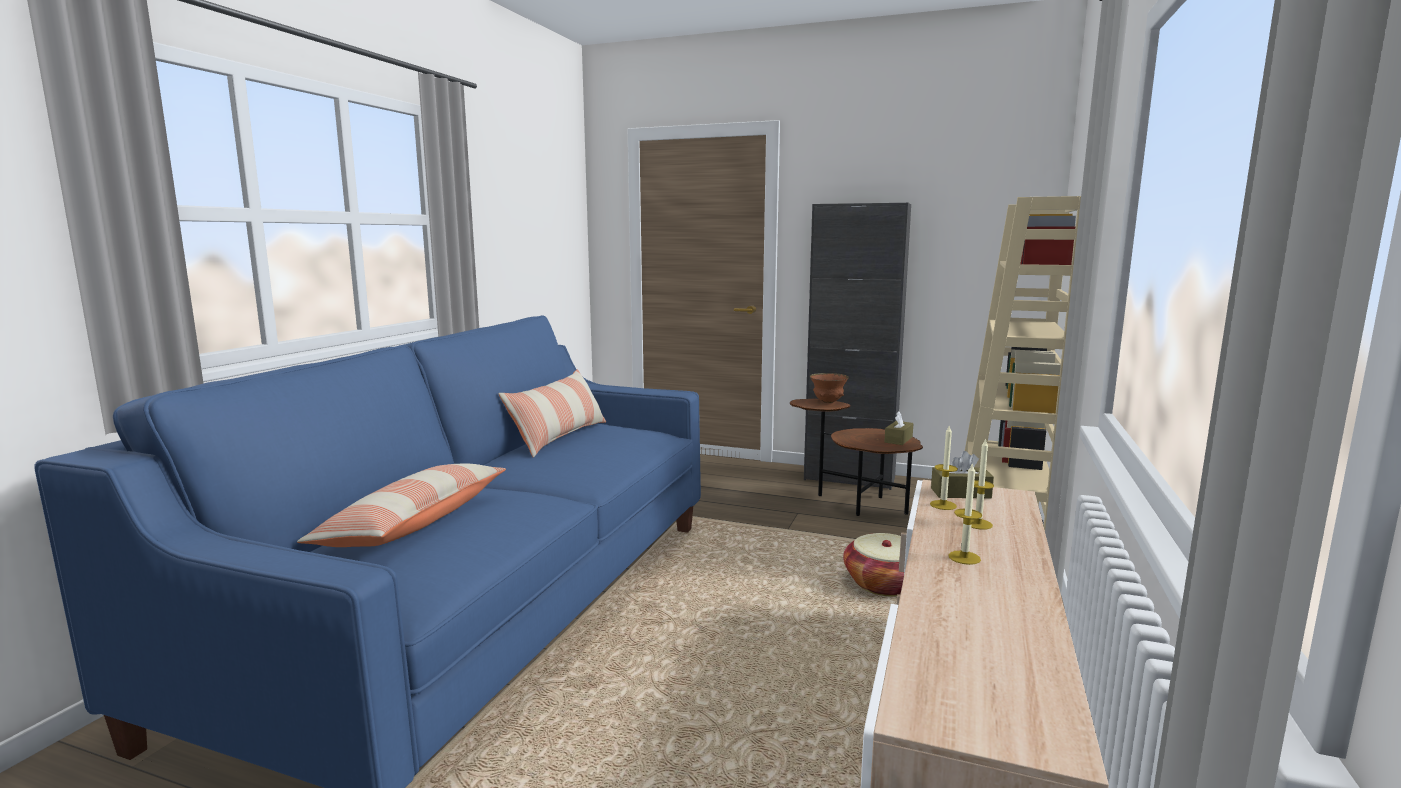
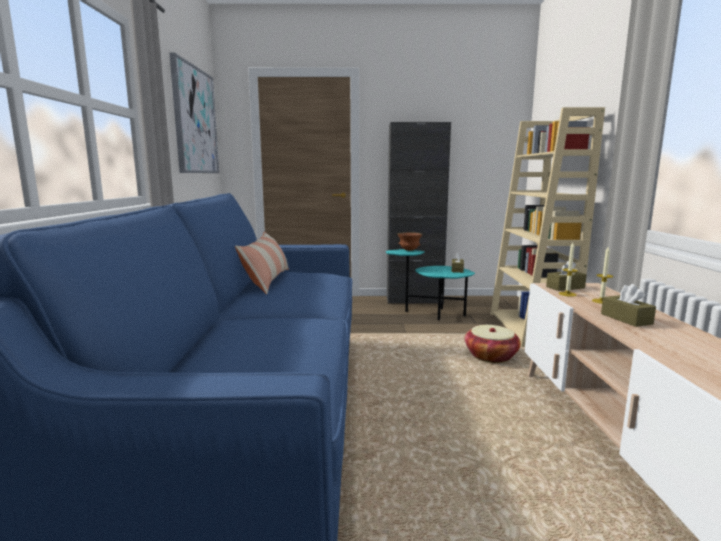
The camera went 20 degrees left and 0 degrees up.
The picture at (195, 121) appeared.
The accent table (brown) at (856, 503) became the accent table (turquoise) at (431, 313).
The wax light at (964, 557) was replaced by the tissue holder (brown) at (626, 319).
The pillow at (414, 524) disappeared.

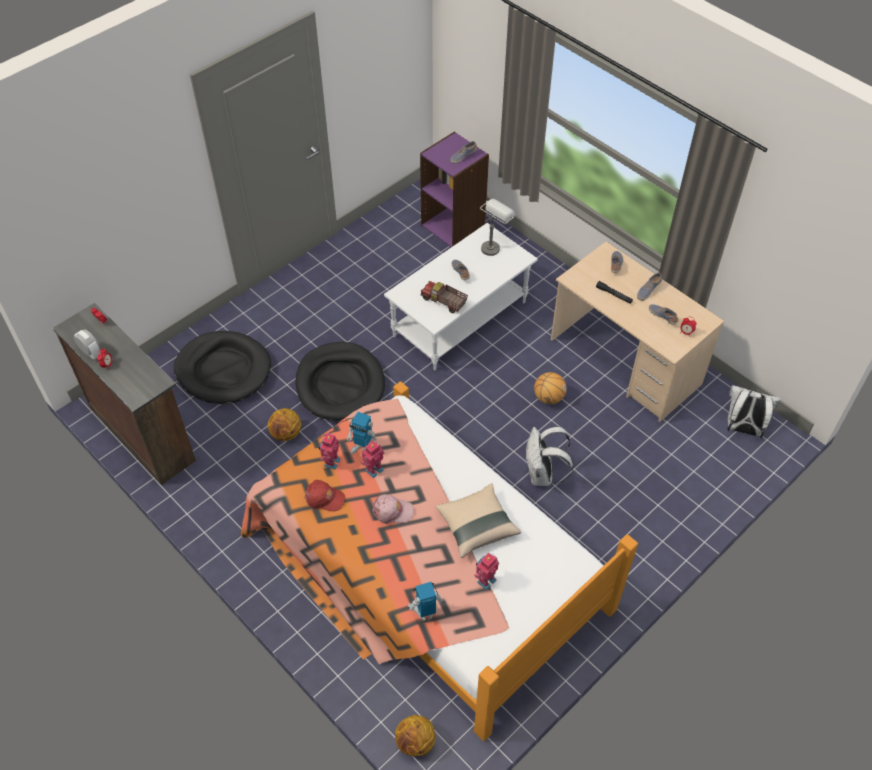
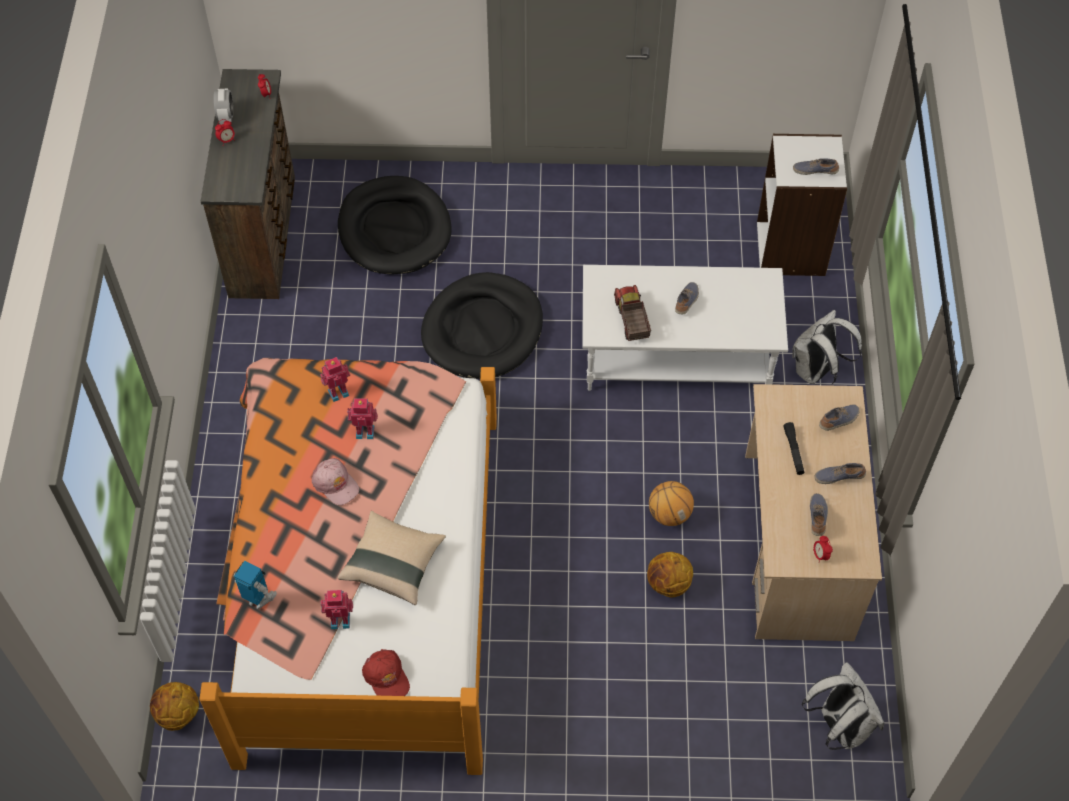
The camera went 45 degrees right and 5 degrees up.
The baseball cap (red-coloured) moved from (324, 498) to (386, 677).
The basketball ball moved from (286, 434) to (668, 584).
The shelving unit (purple-coloured) at (453, 225) became the shelving unit (whitish) at (791, 248).
The knapsack (whitish) moved from (542, 475) to (816, 371).
The model robot at (362, 449) disappeared.
The lamp for a table (grey) at (494, 245) disappeared.

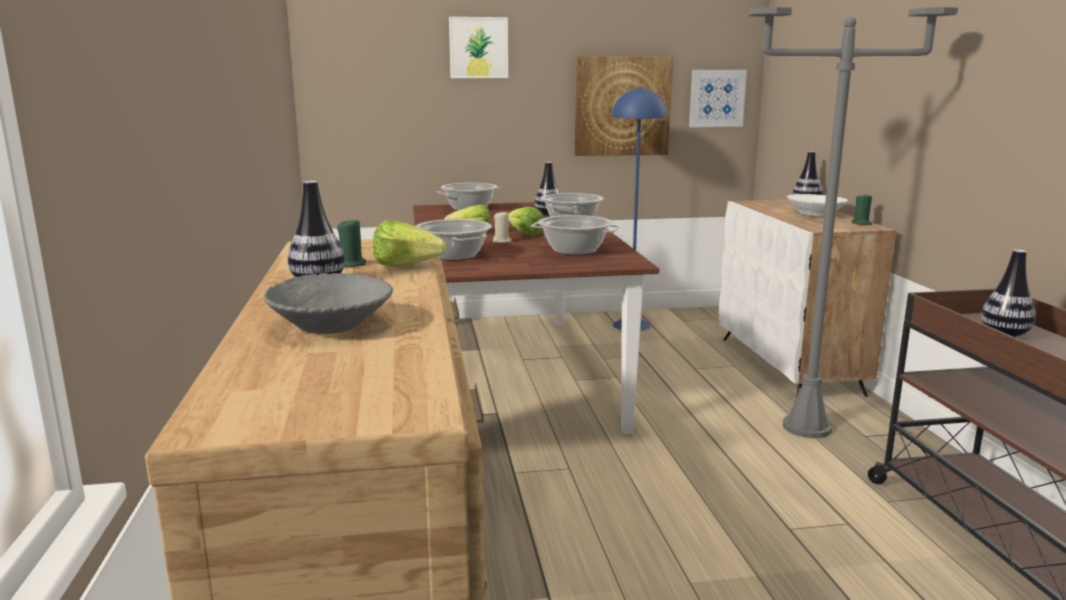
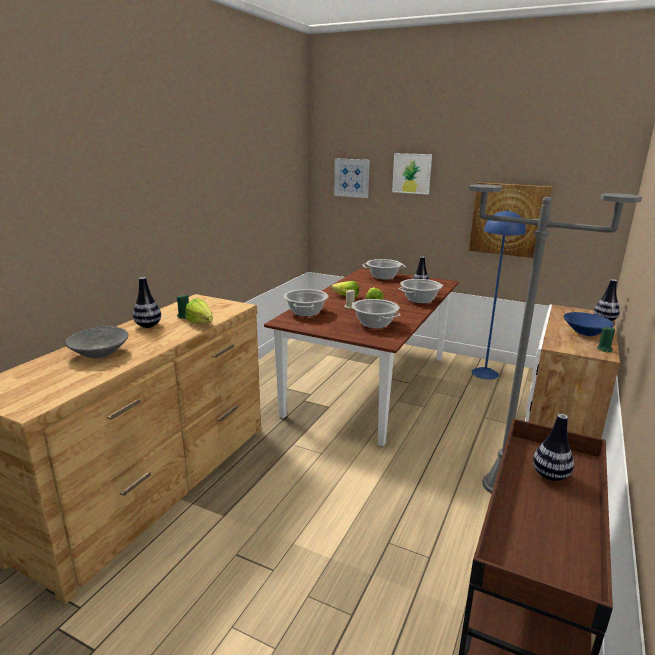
The camera went 35 degrees right and 5 degrees up.
The picture moved from (717, 98) to (352, 178).
The deep dish (whitish) at (815, 215) became the deep dish (blue) at (585, 332).

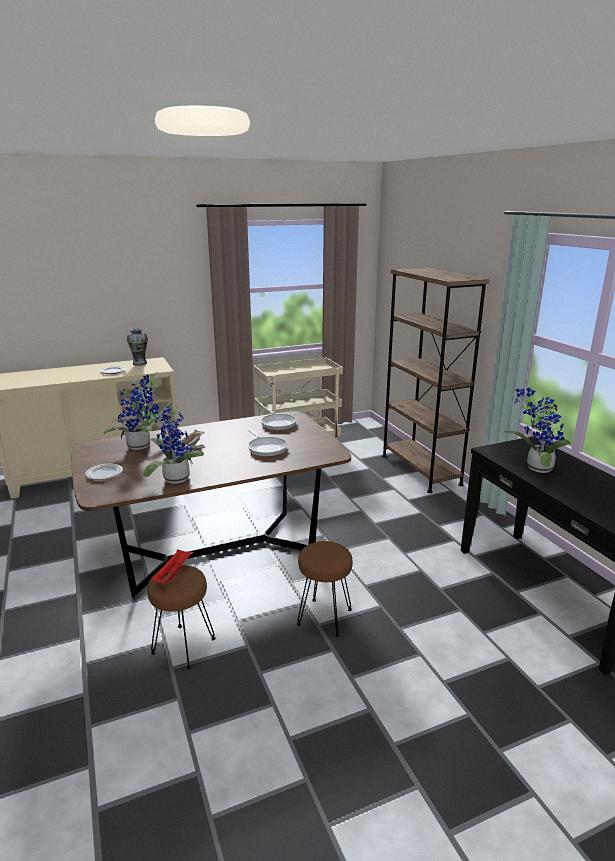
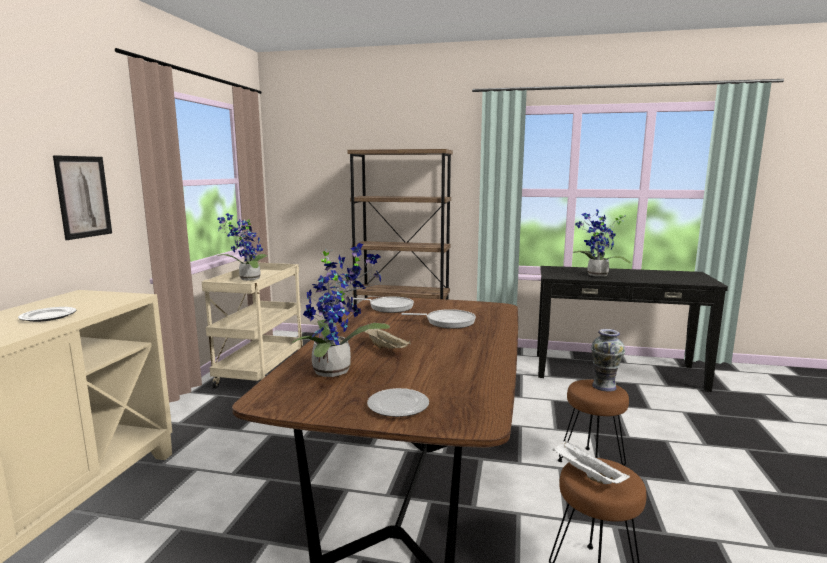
The camera went 55 degrees left and 10 degrees down.
The picture at (83, 197) appeared.
The plant in a pot moved from (173, 478) to (247, 279).
The carrying tray (red-coloured) at (173, 573) became the carrying tray (whitish) at (586, 474).
The decorative vase moved from (140, 363) to (603, 386).

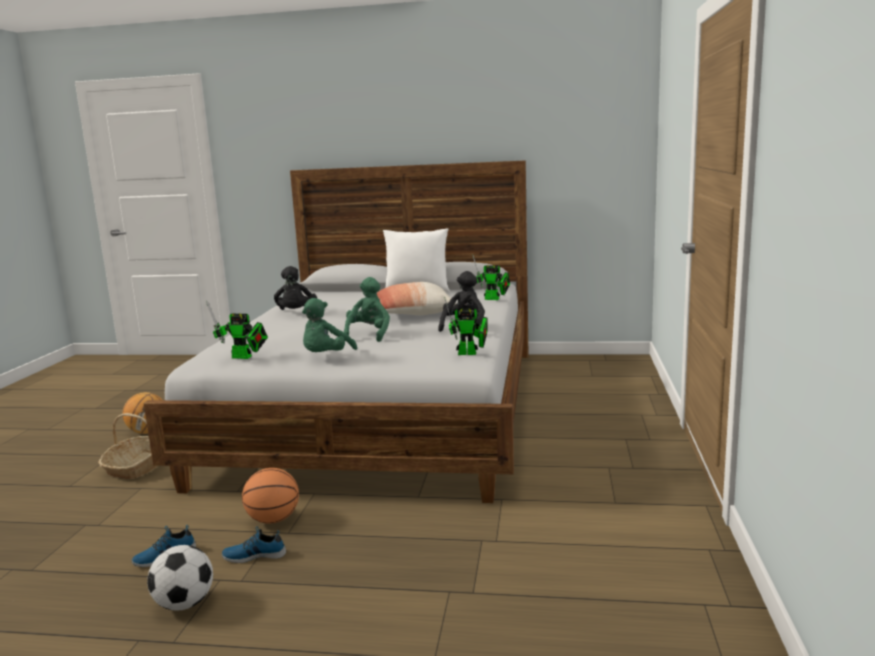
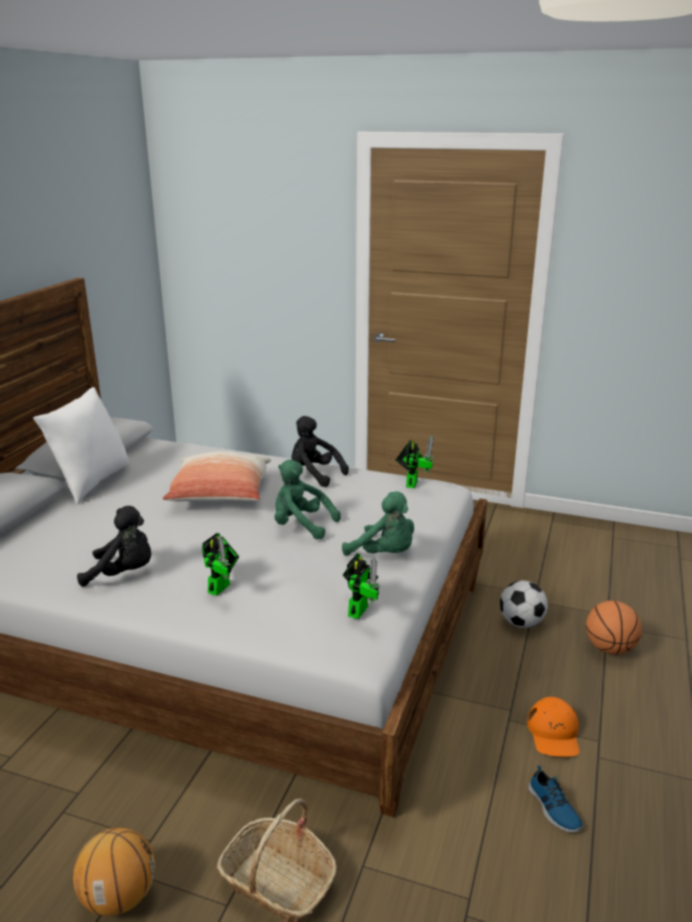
The camera went 80 degrees left and 10 degrees up.
The model robot moved from (494, 299) to (221, 586).
The ball for football moved from (184, 604) to (521, 623).
The low shoe at (254, 555) was replaced by the baseball cap (orangey) at (554, 733).
The basketball ball moved from (273, 520) to (609, 649).

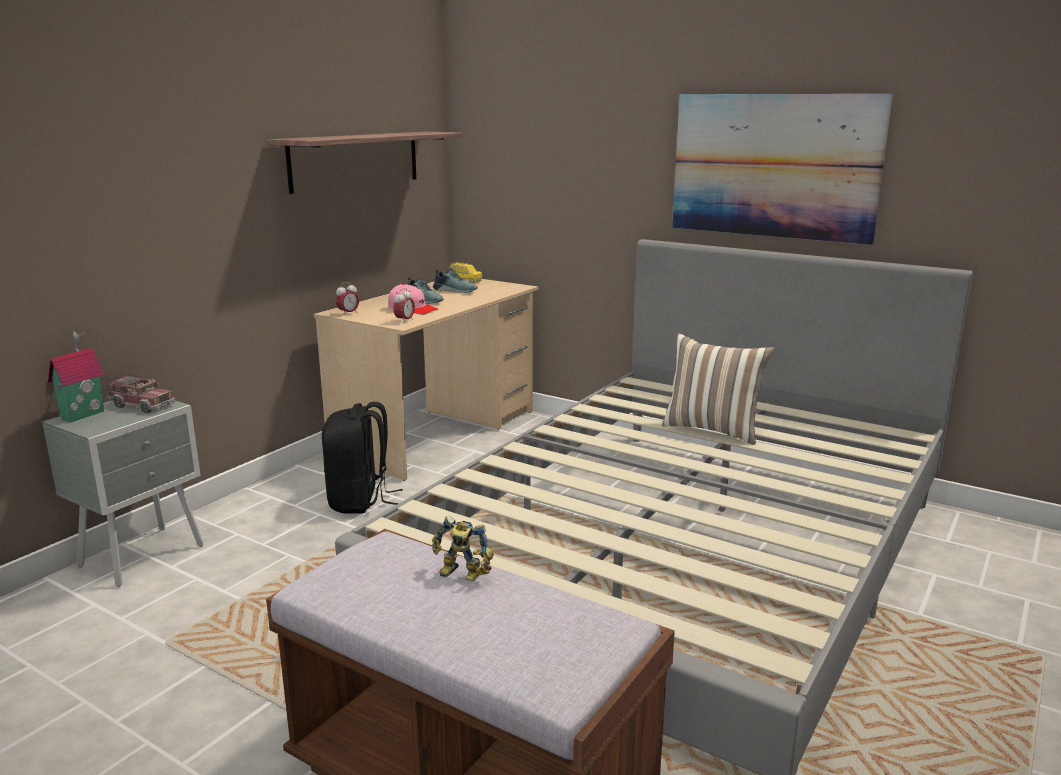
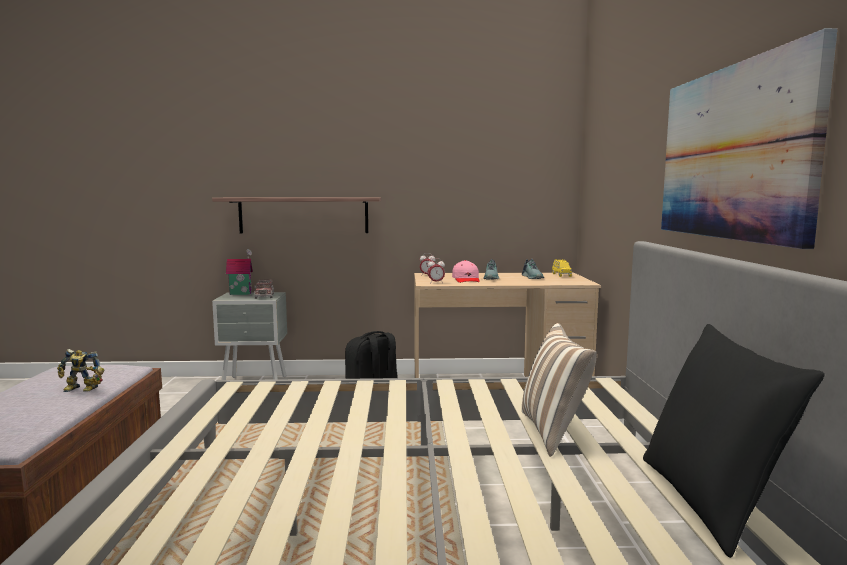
The camera went 55 degrees right and 10 degrees down.
The model robot at (461, 575) turned 75 degrees counterclockwise.
The wall shelf moved from (355, 160) to (303, 215).
The pillow (black-coloured) at (710, 502) appeared.

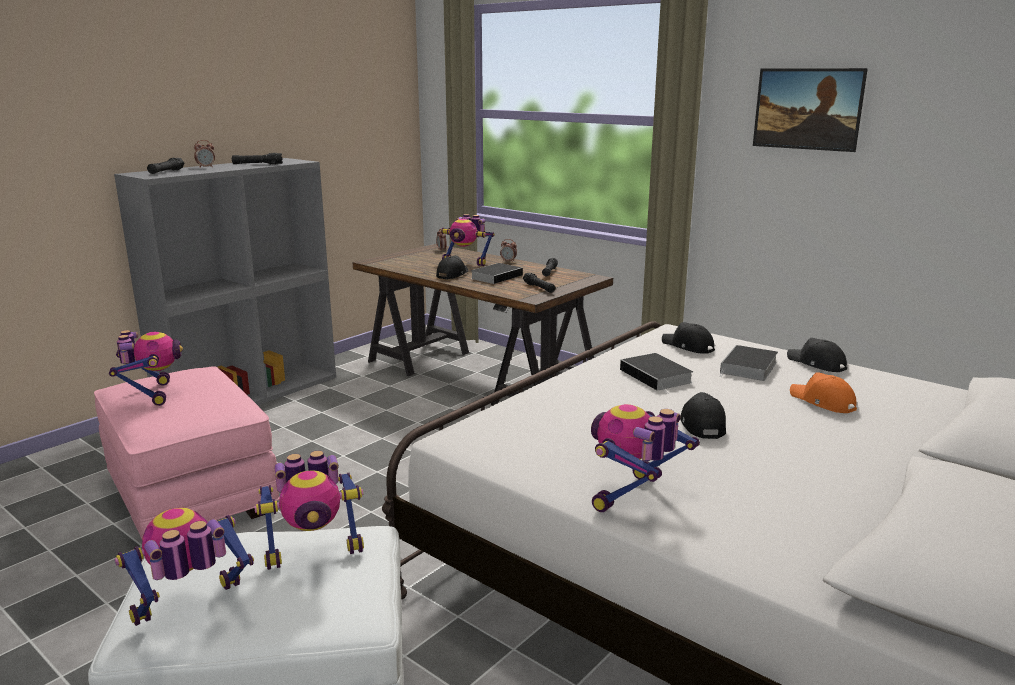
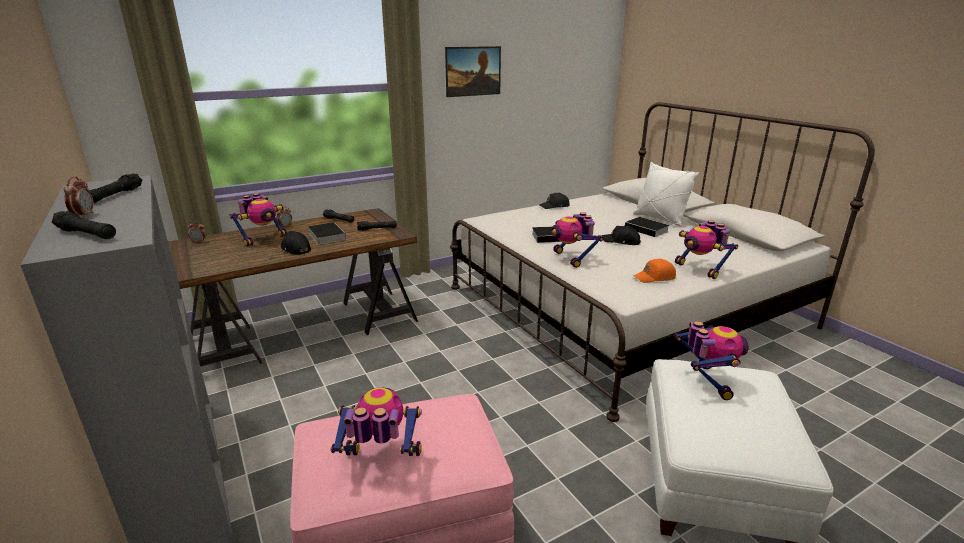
The camera went 70 degrees left and 5 degrees up.
The model robot moved from (191, 610) to (572, 258).
The bound book moved from (748, 368) to (647, 230).
The pillow (whitish) at (659, 219) appeared.
The baseball cap (orangey) moved from (822, 402) to (655, 277).
The baseball cap (black-coloured) at (687, 346) disappeared.

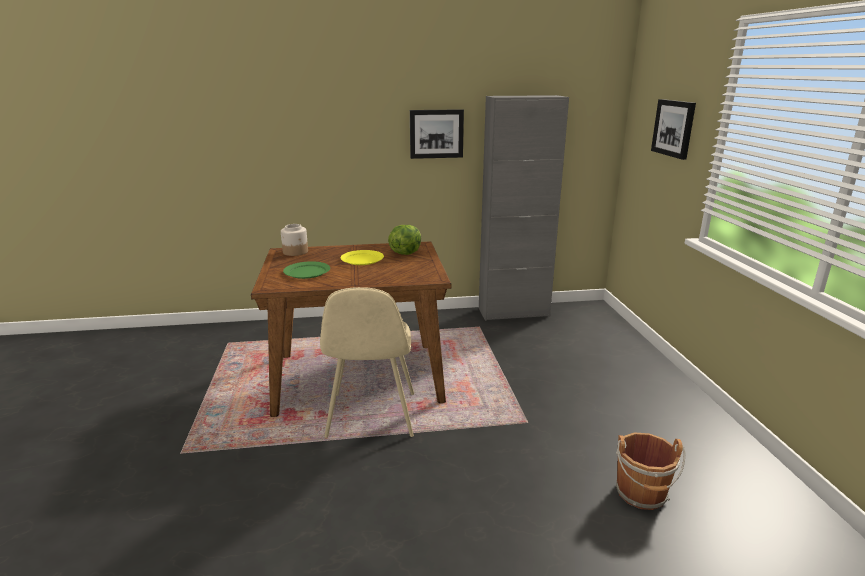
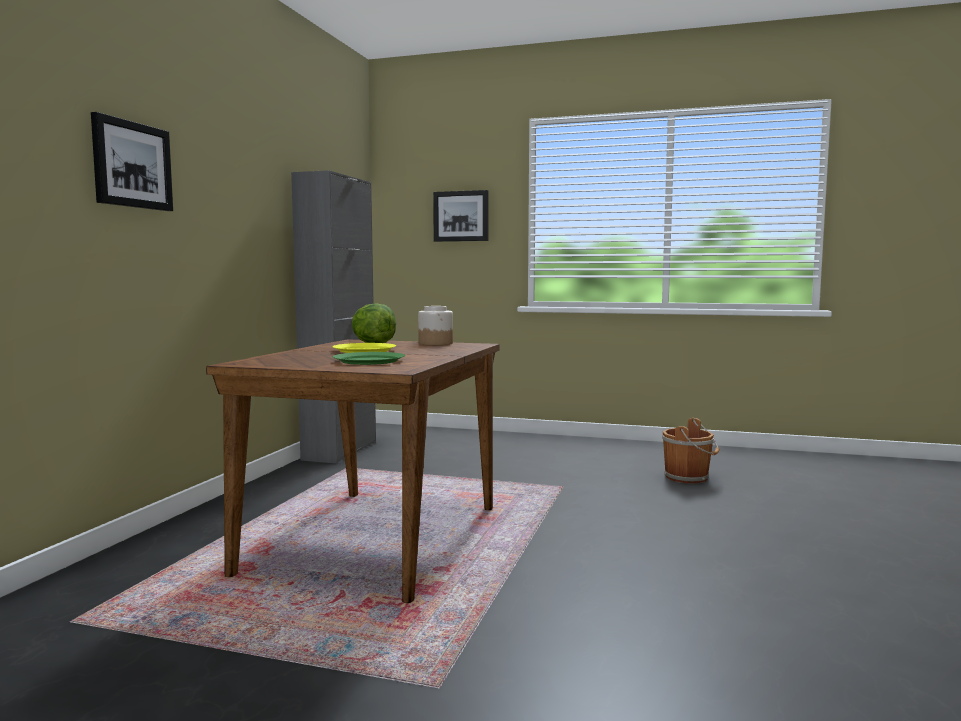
The camera went 65 degrees left and 15 degrees down.
The picture moved from (436, 133) to (131, 165).
The storage jar moved from (295, 252) to (436, 343).
The upright chair (sand-coloured) at (371, 416) disappeared.

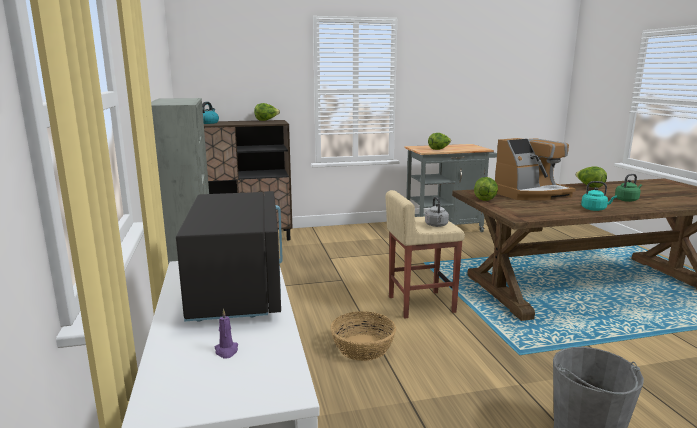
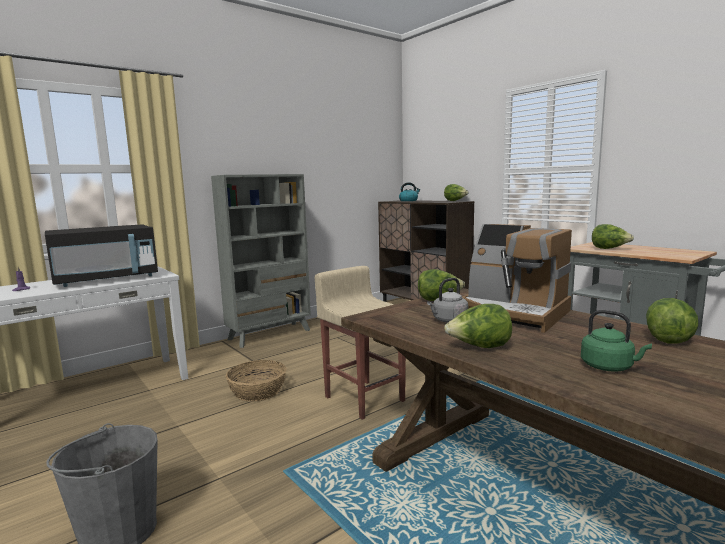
The camera went 65 degrees right and 5 degrees down.
The kettle (grey) moved from (436, 225) to (448, 321).
The kettle (turquoise) at (595, 209) was replaced by the lettuce at (479, 347).

